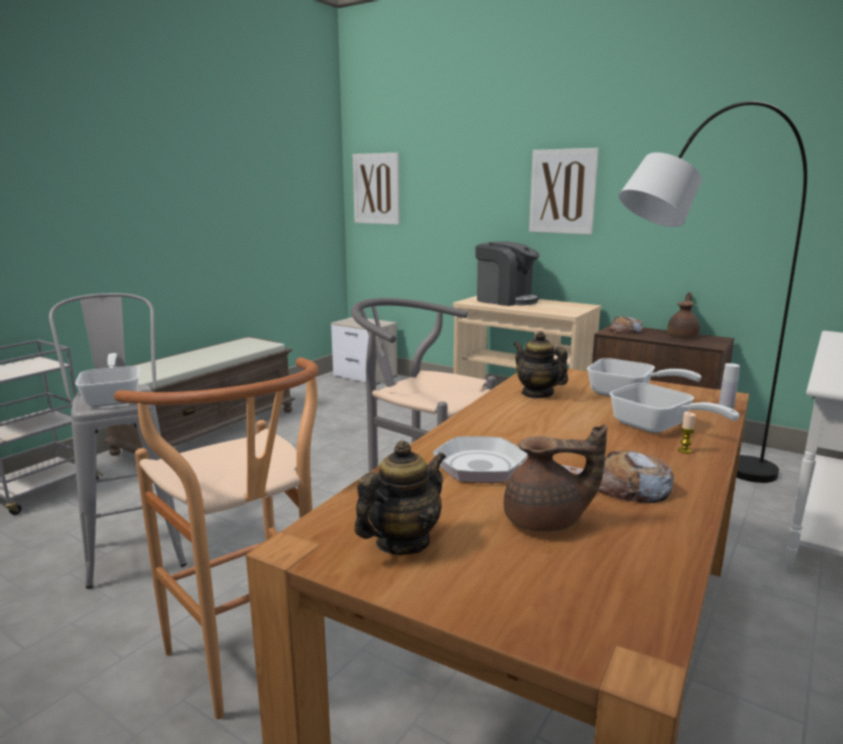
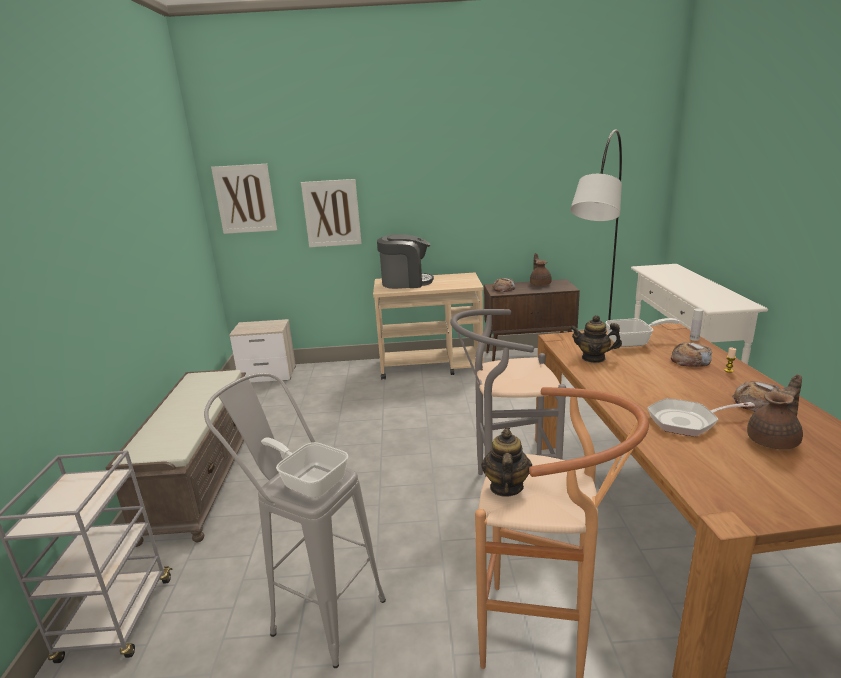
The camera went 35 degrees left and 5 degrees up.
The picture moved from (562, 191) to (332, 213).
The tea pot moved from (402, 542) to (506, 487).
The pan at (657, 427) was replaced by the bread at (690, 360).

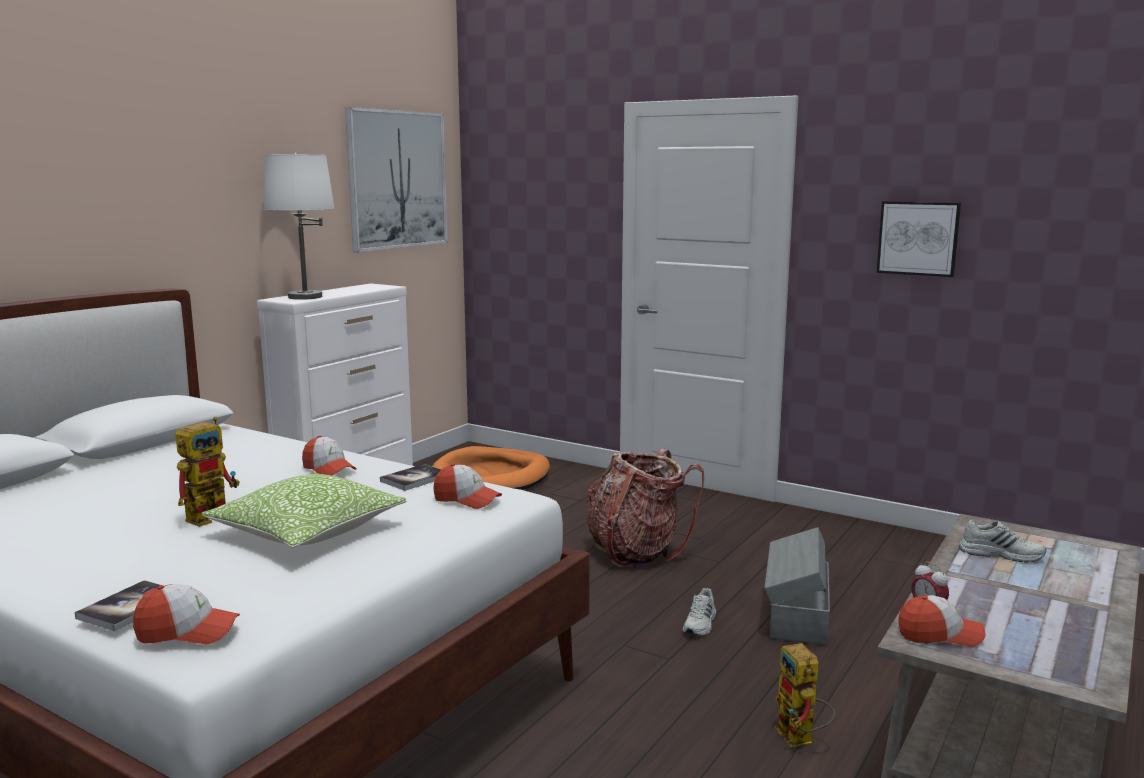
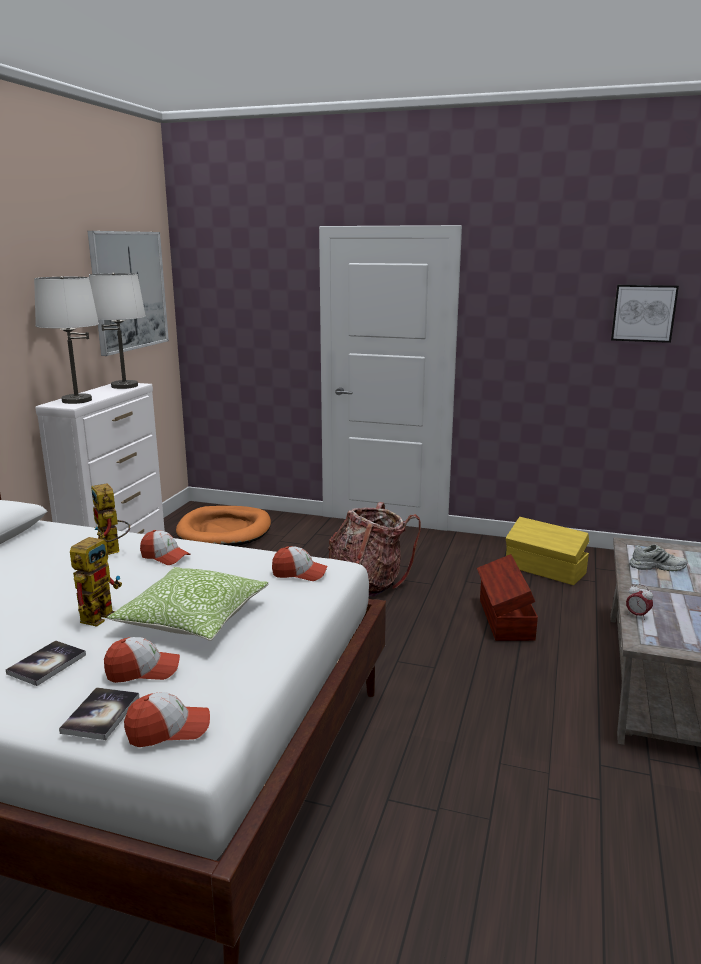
The camera went 15 degrees left and 5 degrees up.
The bound book moved from (414, 479) to (47, 664).
The lamp for a table (whitish) at (124, 386) appeared.
The model robot moved from (801, 740) to (112, 551).
The baseball cap moved from (939, 635) to (143, 670).
The storage box (grey) at (797, 615) became the storage box (brown) at (504, 619).
The storage box (yellow) at (545, 570) appeared.
The picture moved from (918, 238) to (643, 313).
The low shoe (whitish) at (700, 624) disappeared.

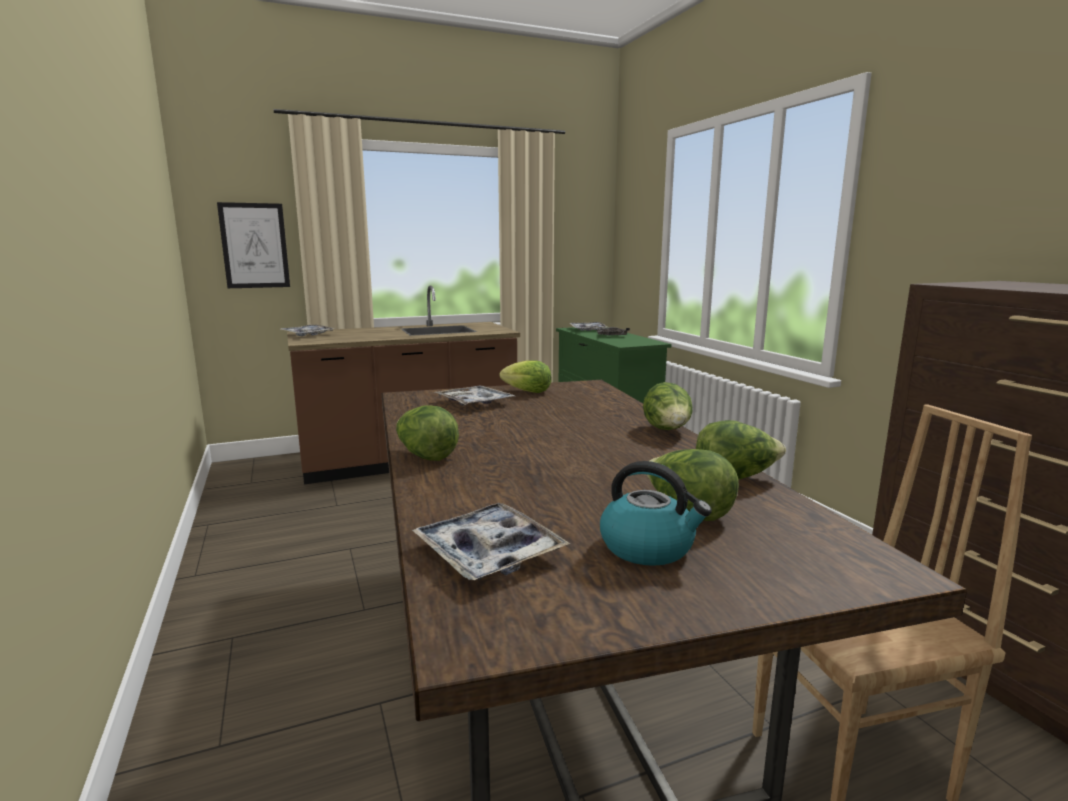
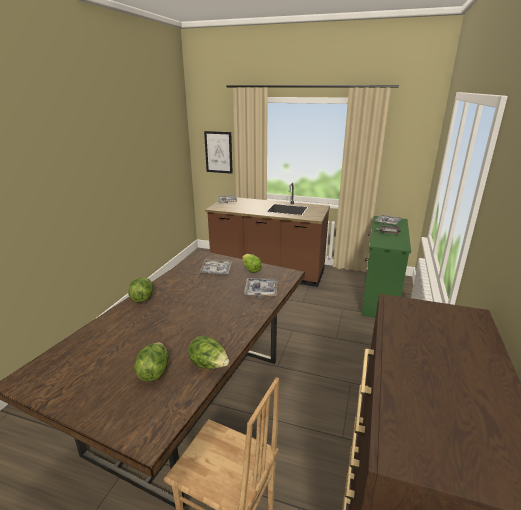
The camera went 40 degrees right and 10 degrees up.
The carrying tray moved from (489, 552) to (261, 290).
The kettle at (648, 547) disappeared.
The lettuce at (667, 431) disappeared.

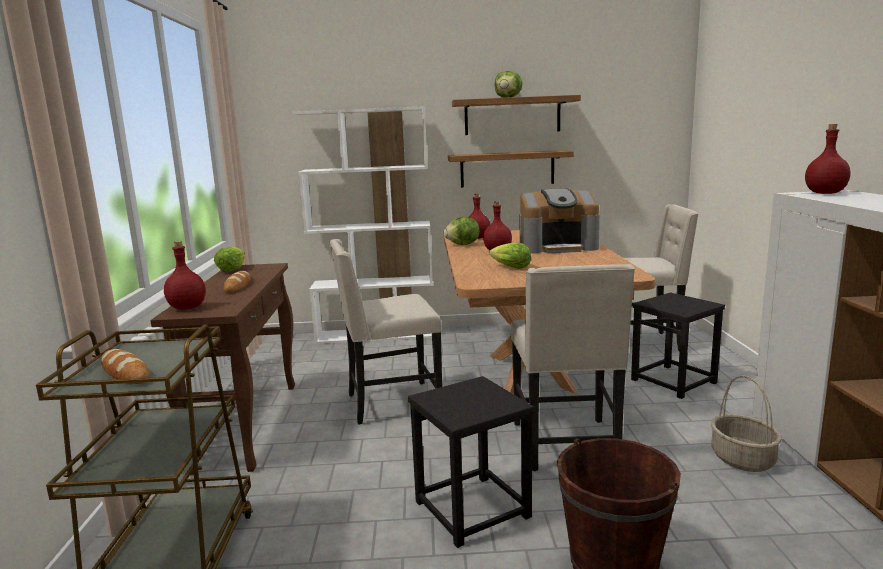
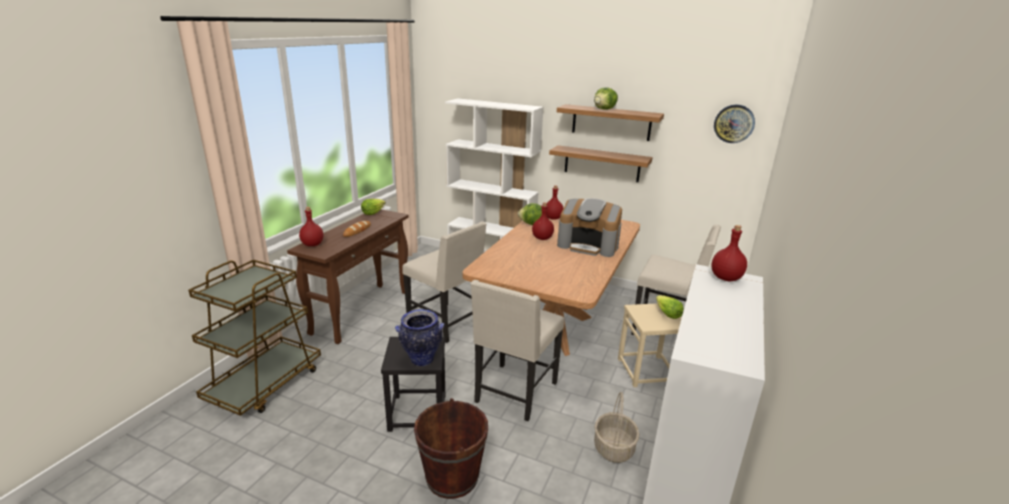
The camera went 25 degrees right and 10 degrees up.
The decorative vase at (421, 360) appeared.
The upright chair (sand-coloured) at (391, 403) turned 150 degrees counterclockwise.
The stool (black-coloured) at (674, 381) became the stool (sand-coloured) at (647, 371).
The lettuce moved from (510, 267) to (667, 314).
The hanging clock at (734, 123) appeared.
The bread at (125, 372) disappeared.

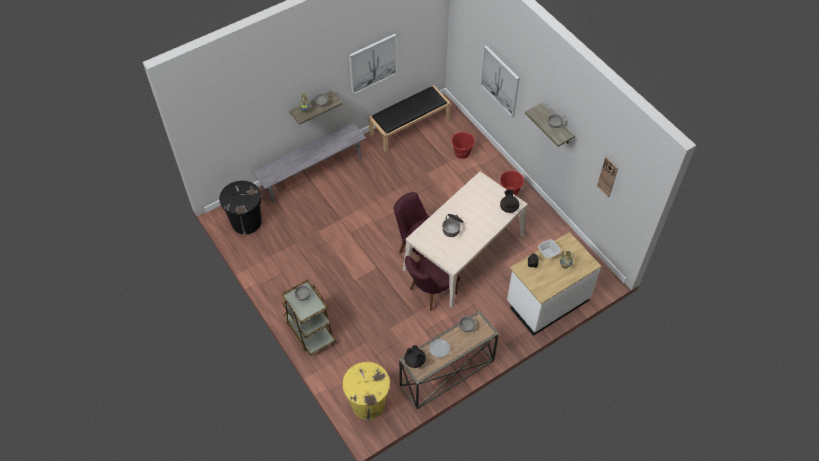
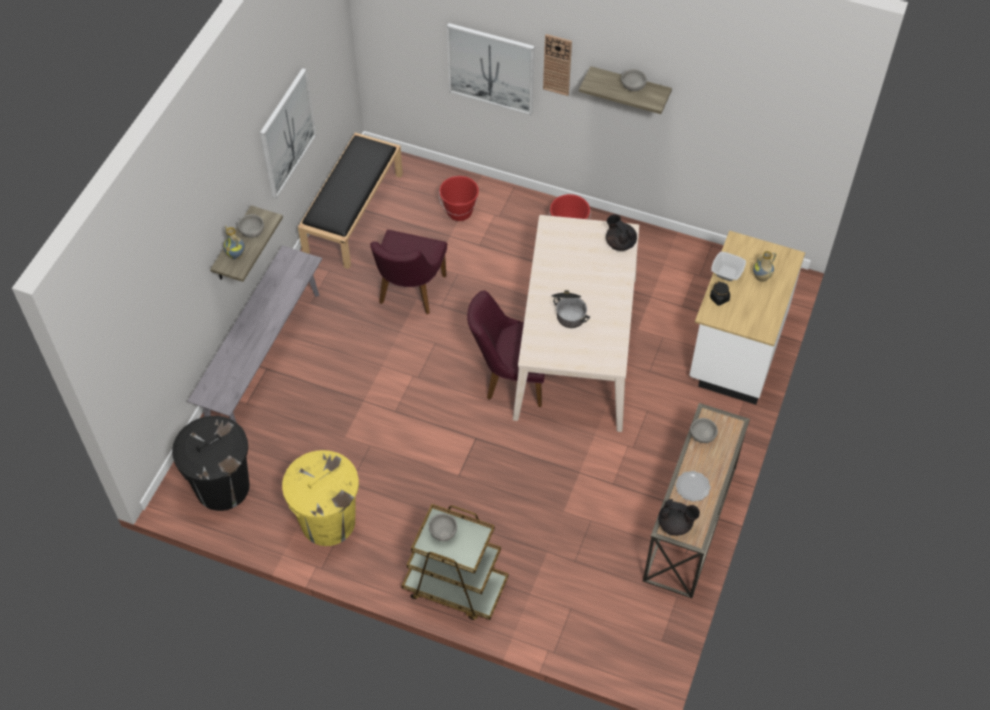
The camera went 35 degrees left and 0 degrees up.
The waste bin (yellow) moved from (367, 403) to (327, 521).
The upright chair (purple-coloured) moved from (429, 293) to (409, 294).
The hanging clock moved from (607, 177) to (557, 64).

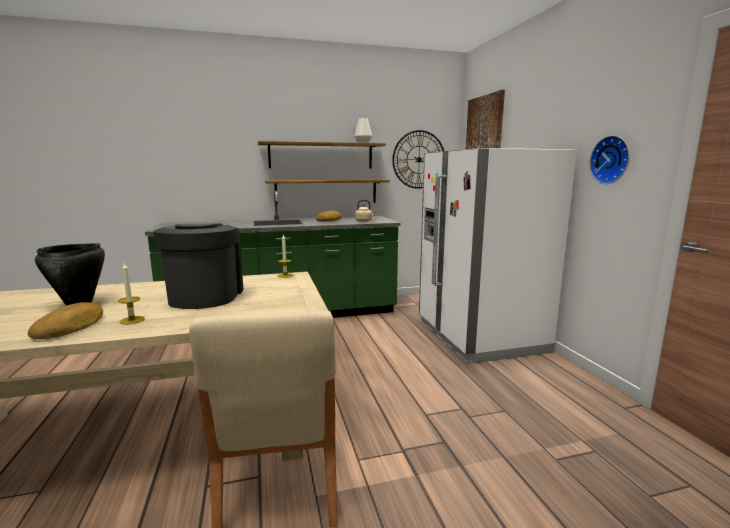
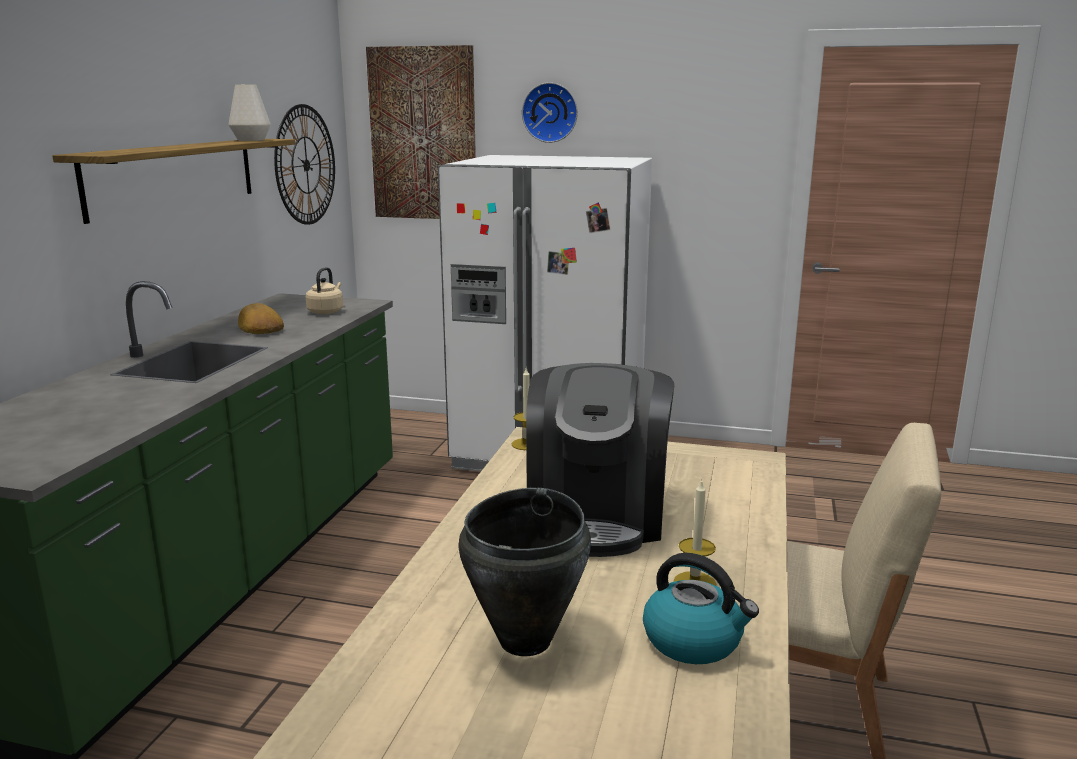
The camera went 60 degrees left and 5 degrees up.
The hanging clock moved from (611, 160) to (550, 112).
The coffee maker at (205, 296) turned 105 degrees counterclockwise.
The bread at (71, 327) was replaced by the kettle at (694, 641).
The wall shelf at (326, 191) disappeared.

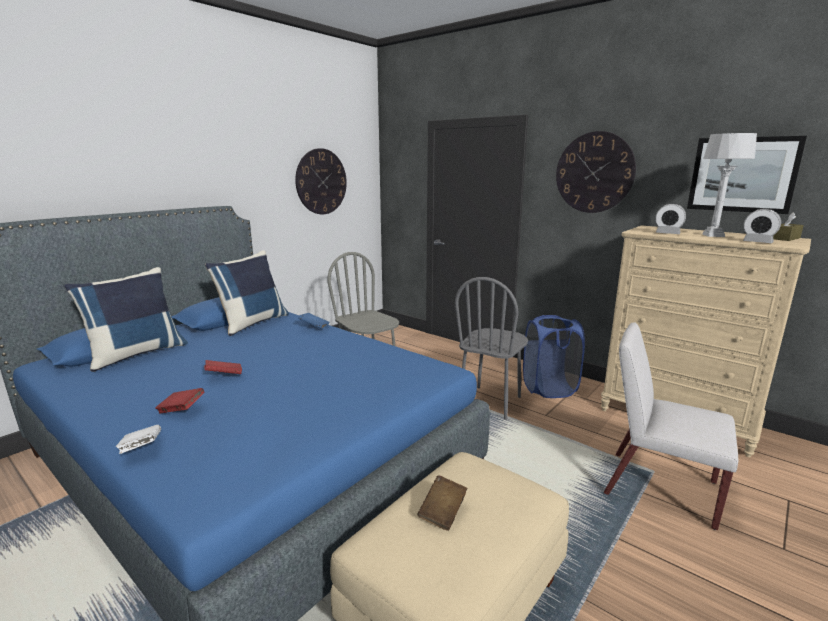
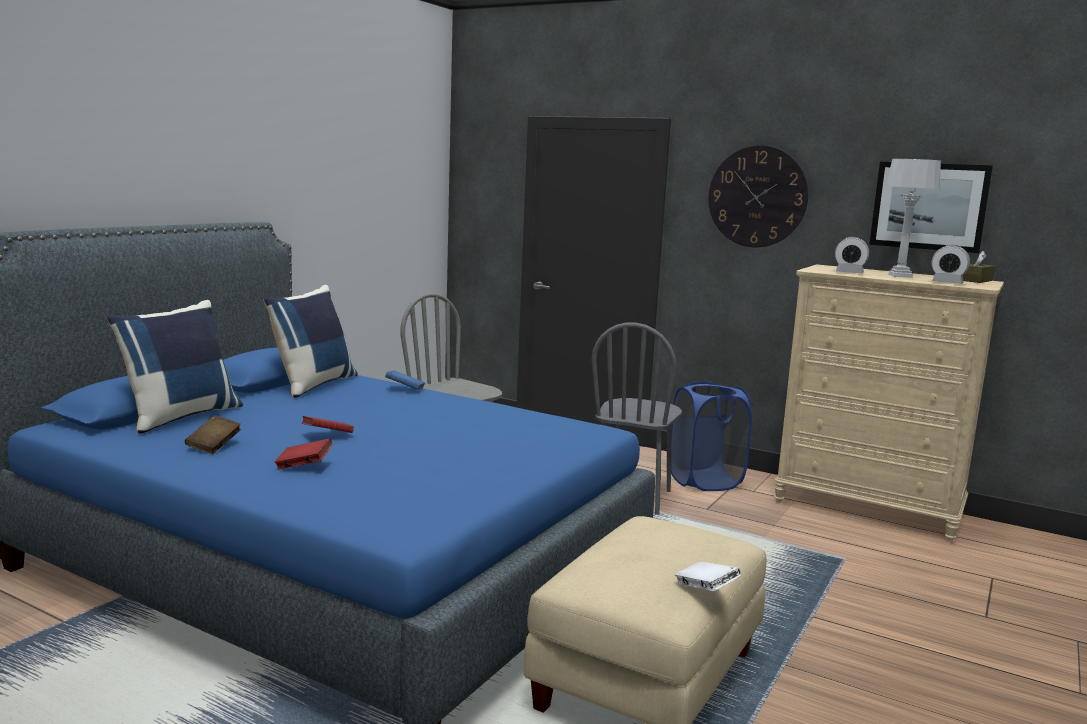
The camera went 10 degrees left and 5 degrees down.
The bound book (brown) moved from (442, 513) to (214, 446).
The bound book (whitish) moved from (142, 449) to (705, 589).
The hanging clock at (321, 182) disappeared.
The upright chair (whitish) at (658, 487) disappeared.

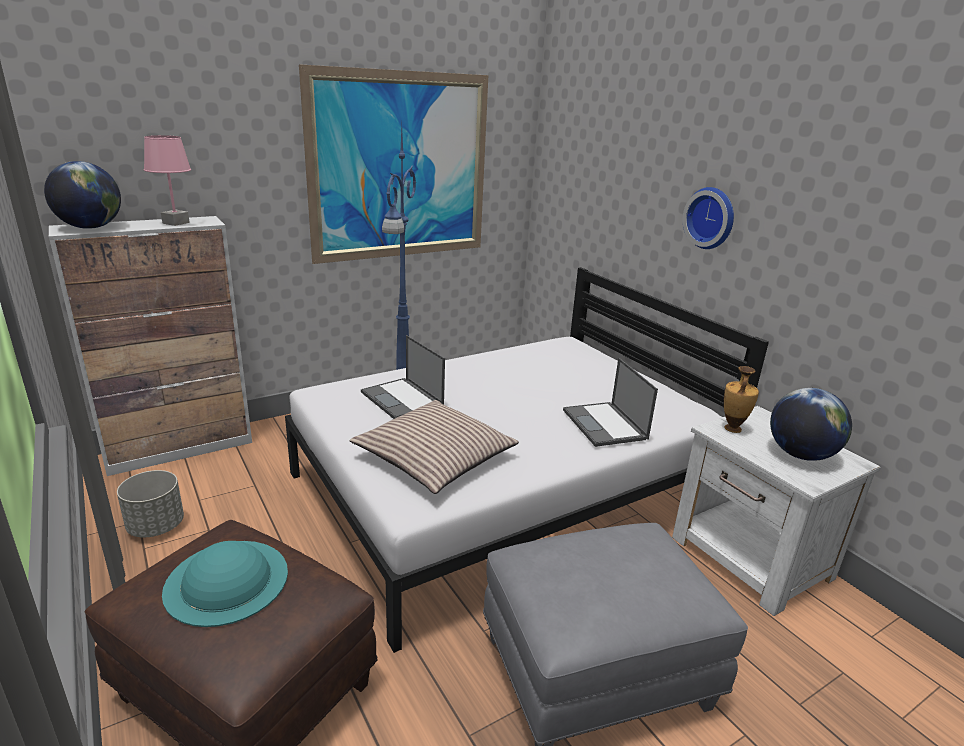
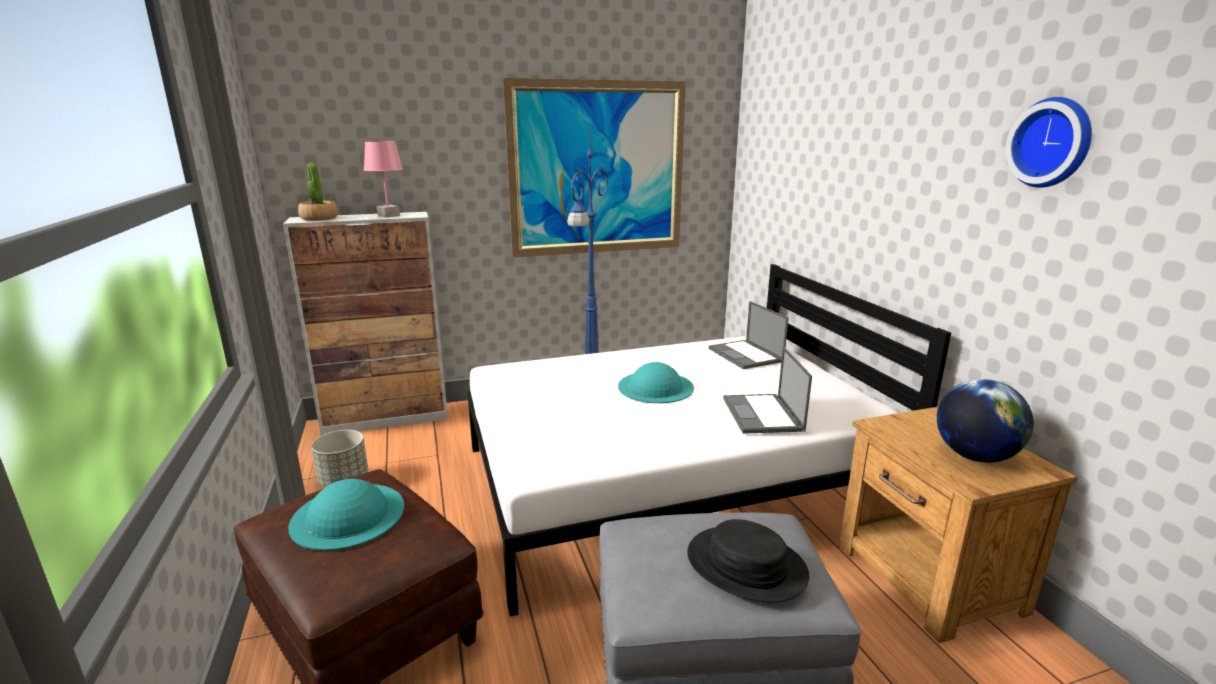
The camera went 15 degrees right and 5 degrees down.
The globe at (90, 227) was replaced by the plant in a pot at (319, 218).
The hat (turquoise) at (655, 386) appeared.
The hat (black-coloured) at (746, 565) appeared.
The notebook computer moved from (403, 399) to (746, 355).
The bedside table (whitish) at (751, 559) became the bedside table (brown) at (928, 579).
The hanging clock moved from (711, 218) to (1052, 143).
The pillow at (435, 458) disappeared.
The decorative vase at (732, 429) disappeared.

